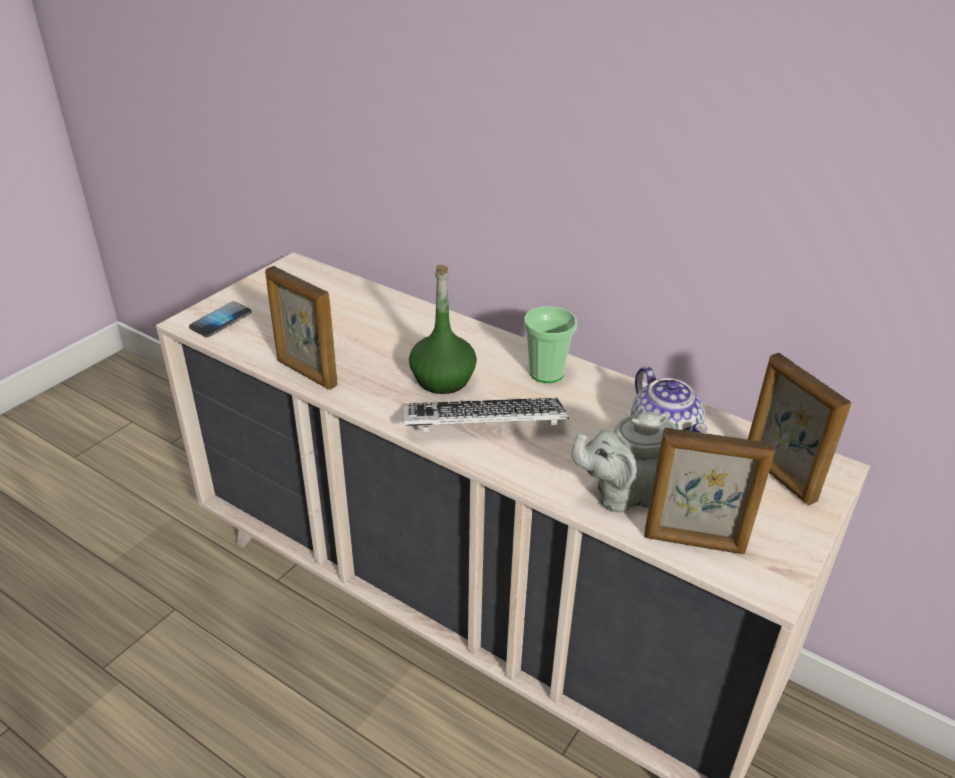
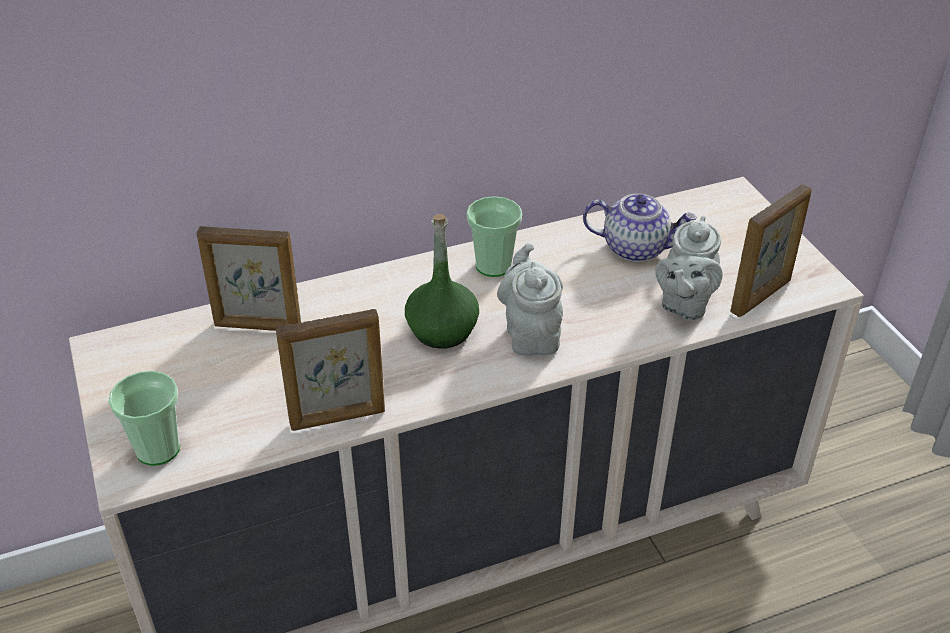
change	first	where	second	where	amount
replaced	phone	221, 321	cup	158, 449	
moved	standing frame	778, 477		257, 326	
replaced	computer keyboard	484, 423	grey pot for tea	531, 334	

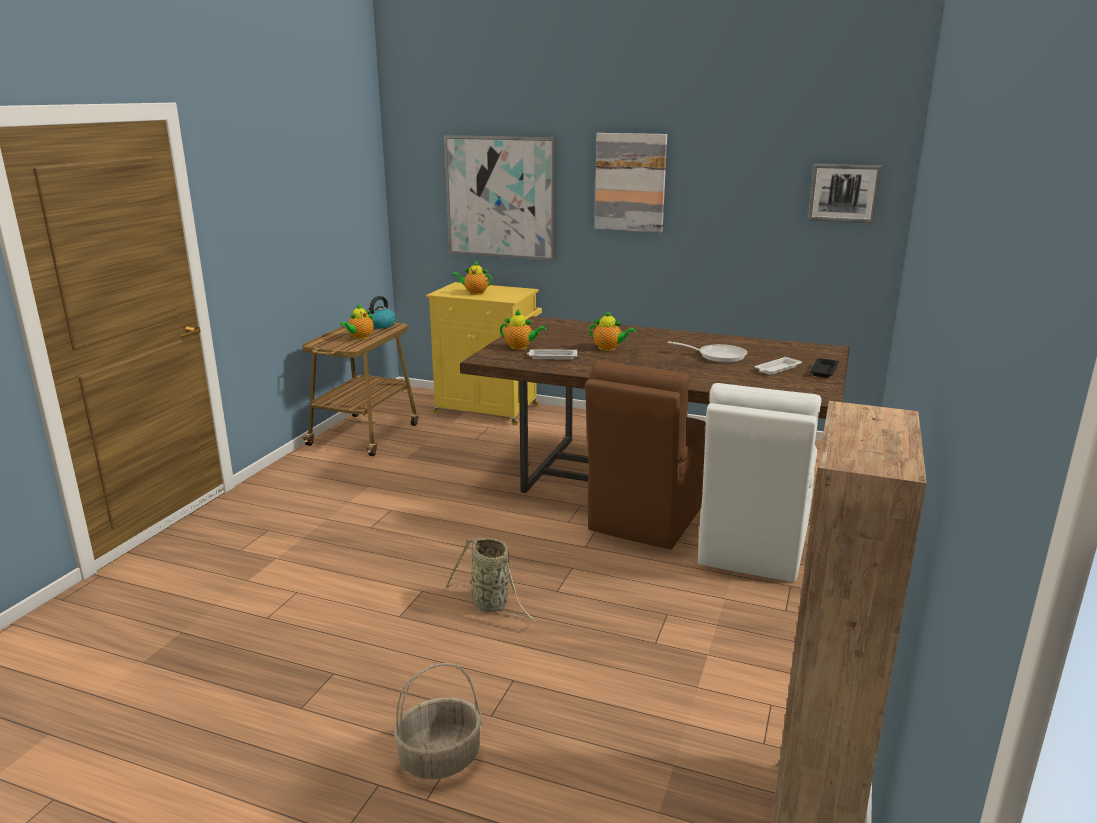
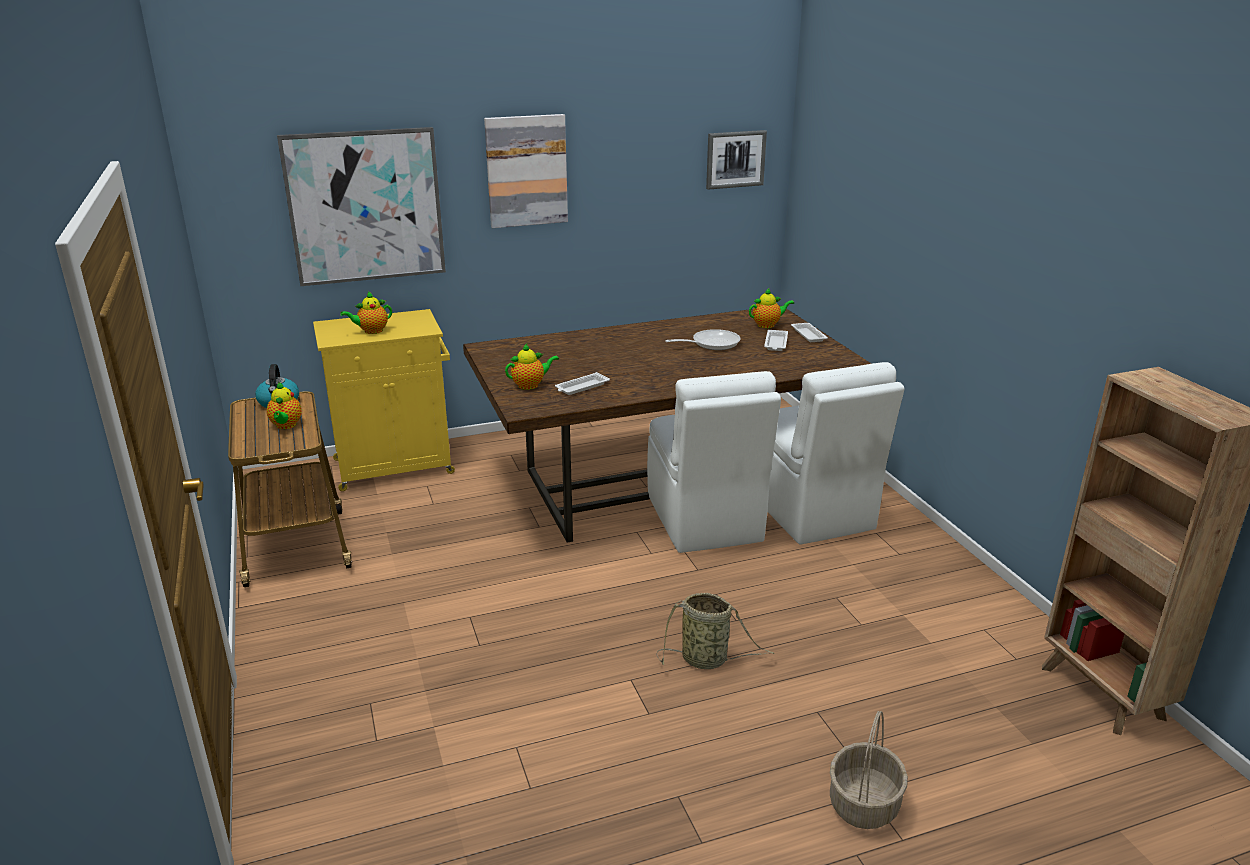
change	first	where	second	where	amount
recoloured	brown-coloured upright chair	646, 517	white-coloured upright chair	704, 520	
moved	pot for tea	609, 348		768, 325	
recoloured	blackish tray	824, 370	white-coloured tray	808, 335	

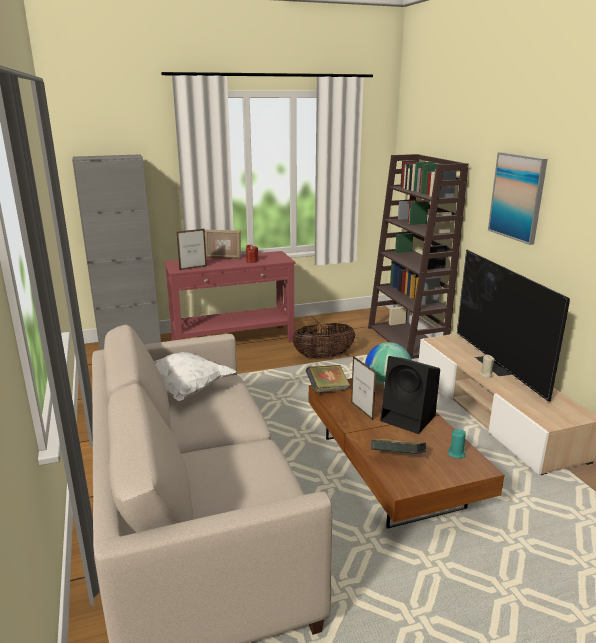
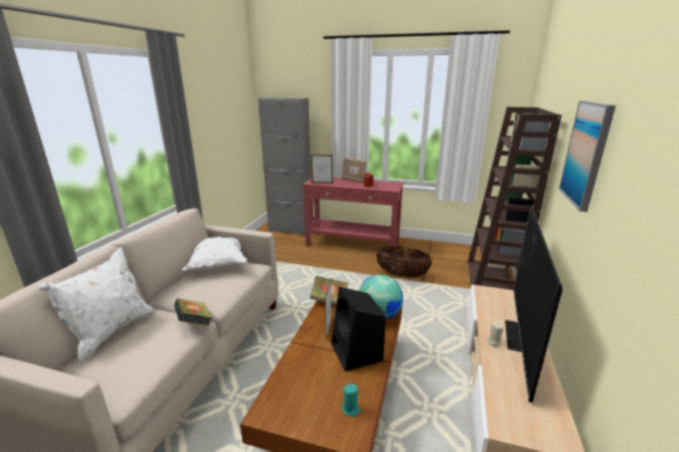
change	first	where	second	where	amount
added			white-coloured pillow	112, 332	
moved	book	397, 459		194, 323	

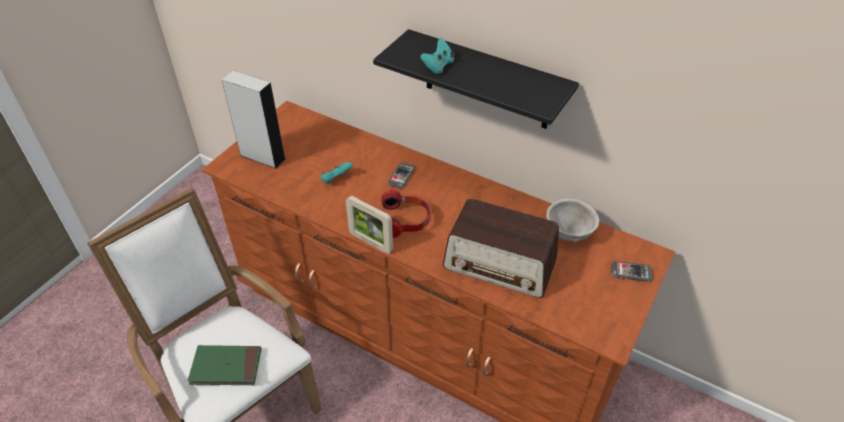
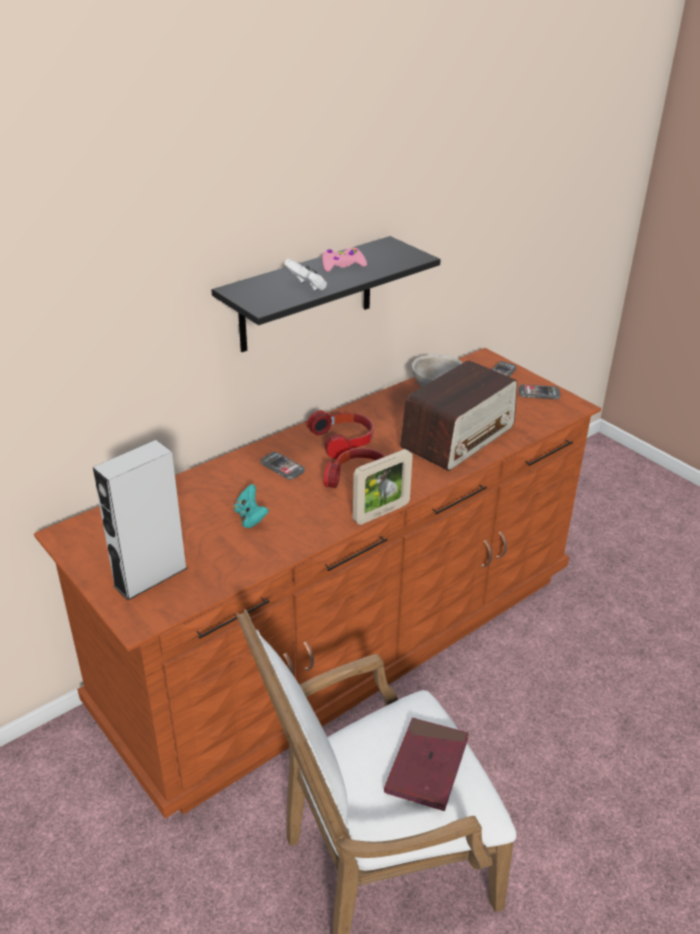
change	first	where	second	where	amount
recoloured	blue-green game controller	438, 66	white-coloured game controller	307, 287	
added			pair of headphones	344, 441	
added			pink-coloured game controller	342, 265	
recoloured	green-coloured book	226, 367	red-coloured book	427, 766	
added			phone	539, 393	

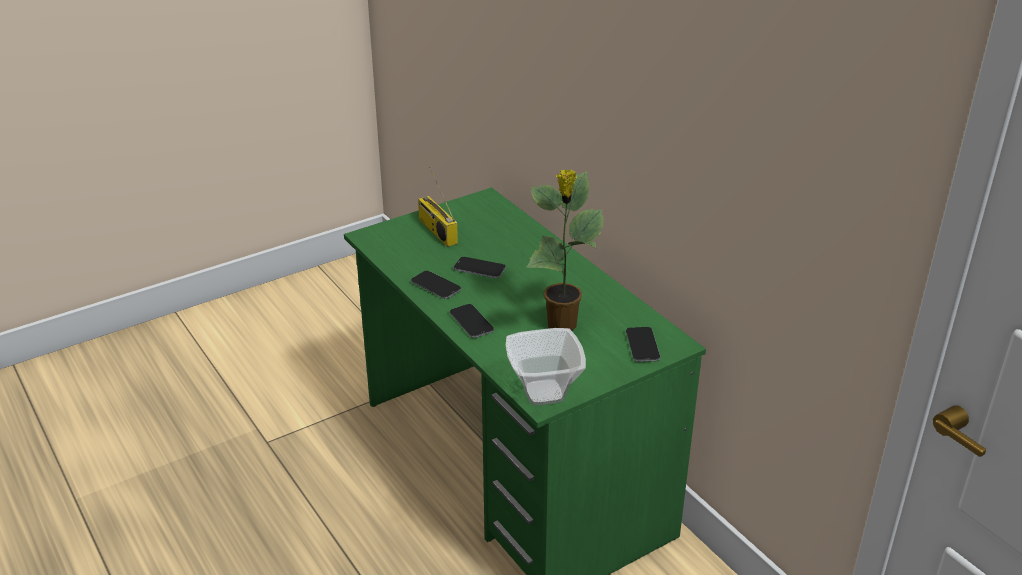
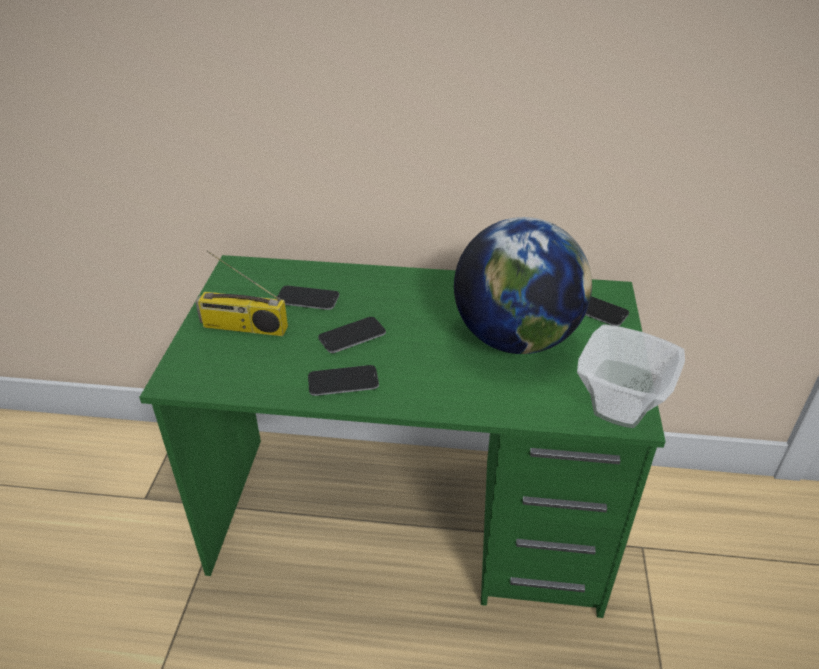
change	first	where	second	where	amount
moved	phone	471, 322		307, 299	
replaced	potted plant	562, 326	desk globe	515, 338	

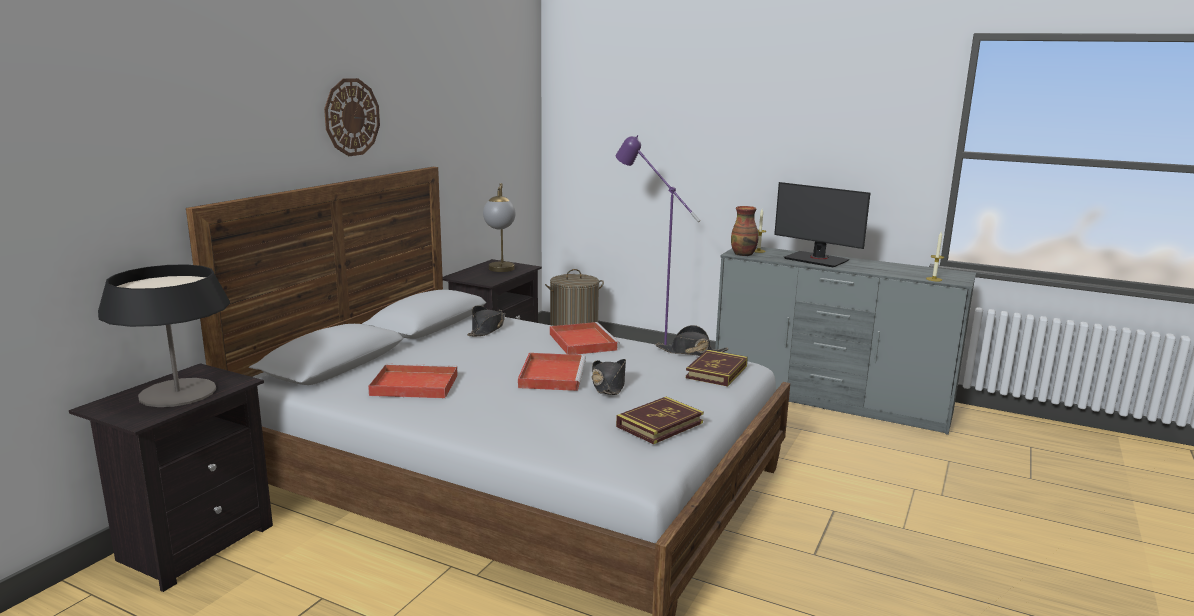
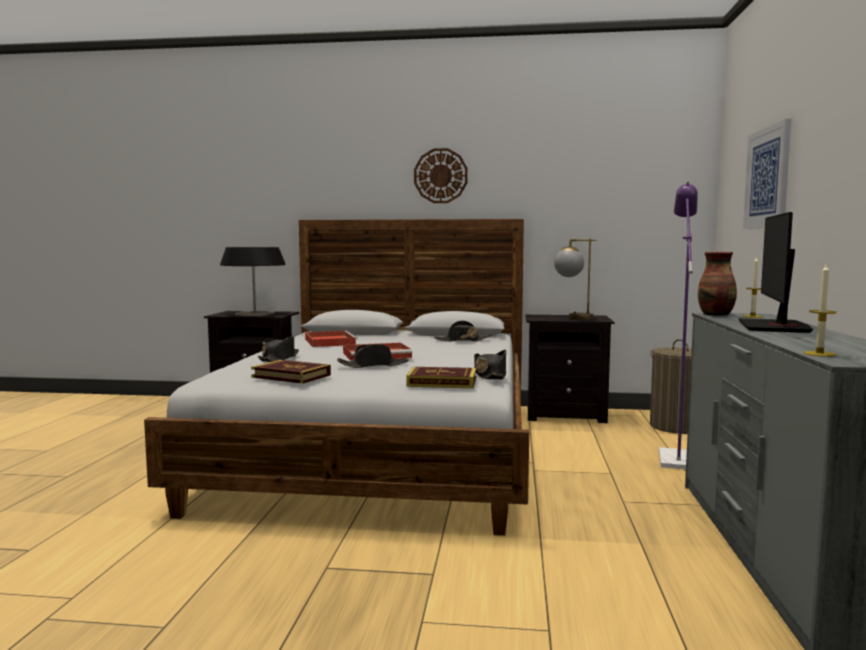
change	first	where	second	where	amount
added			blackish clothing hat	279, 359	
added			picture	767, 178	
removed	red-coloured tray	582, 341			

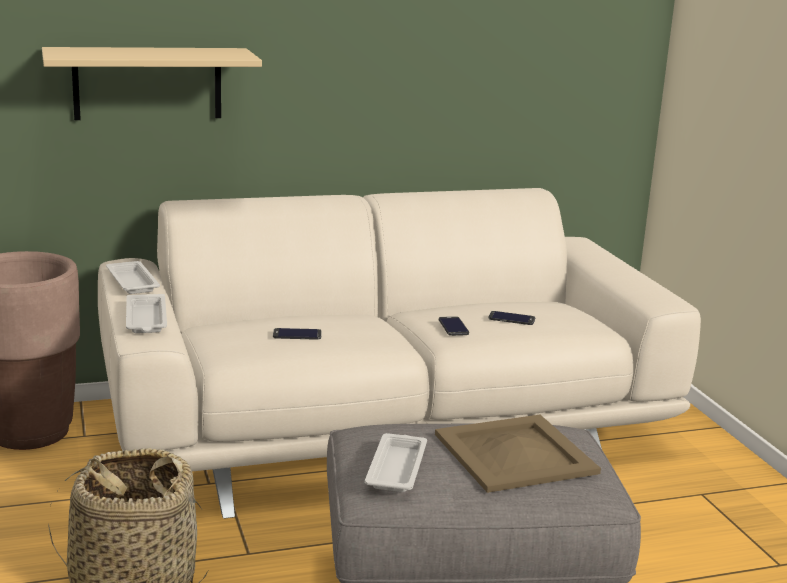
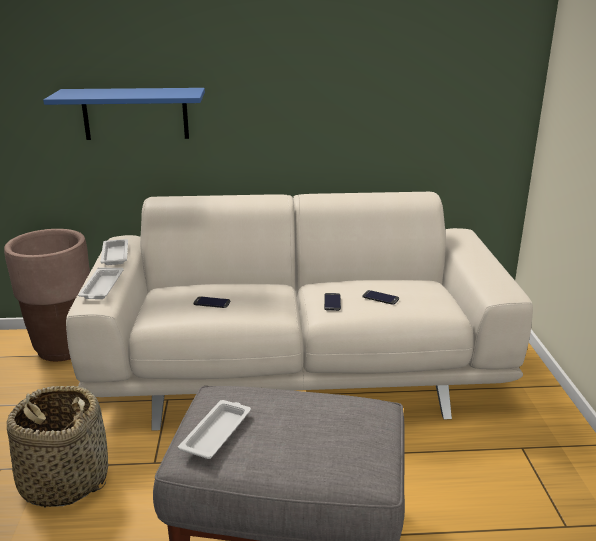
change	first	where	second	where	amount
recoloured	sand-coloured shelf	147, 83	bluish shelf	135, 114	
removed	sand-coloured tray	514, 454			

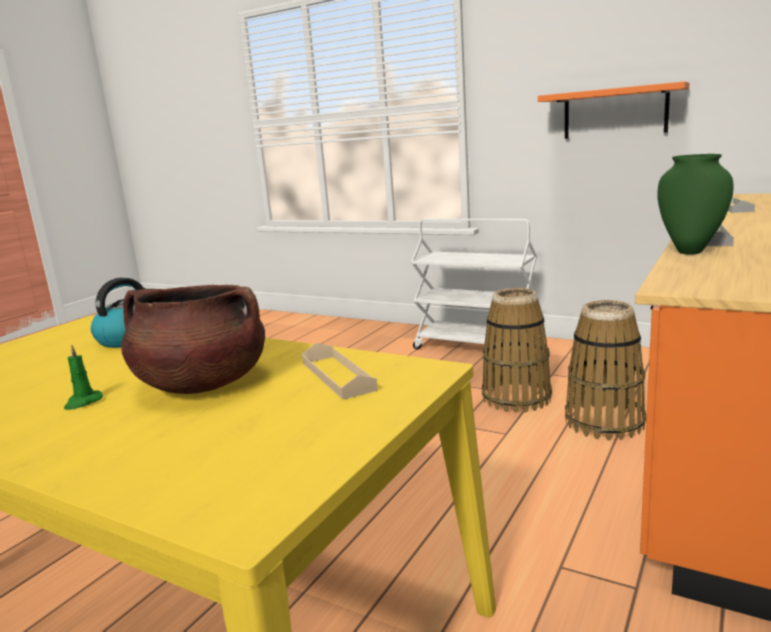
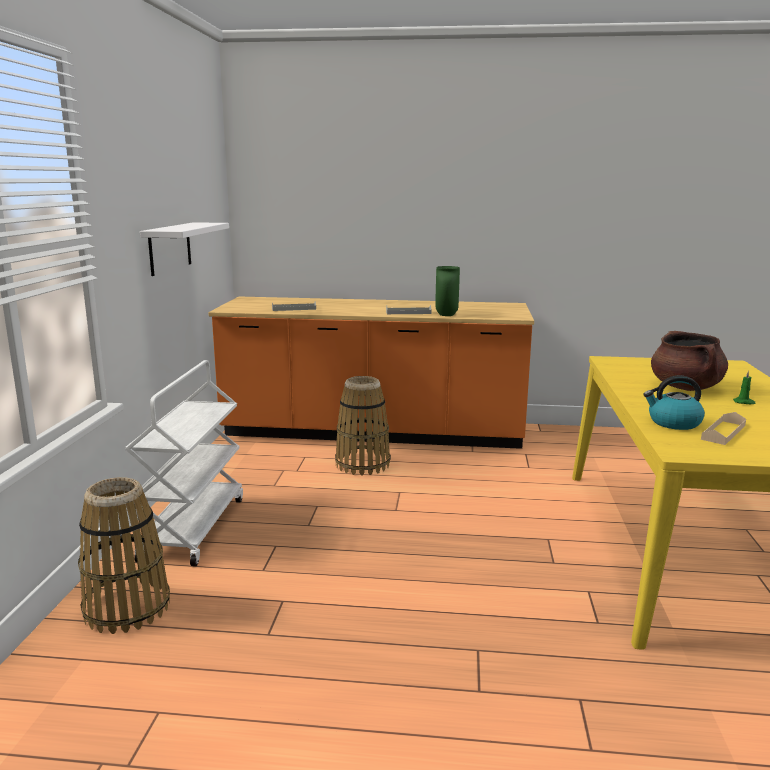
change	first	where	second	where	amount
moved	basket	516, 398		127, 608	
recoloured	orange shelf	615, 112	white-coloured shelf	170, 248	
moved	sand-coloured tray	337, 376		723, 432	

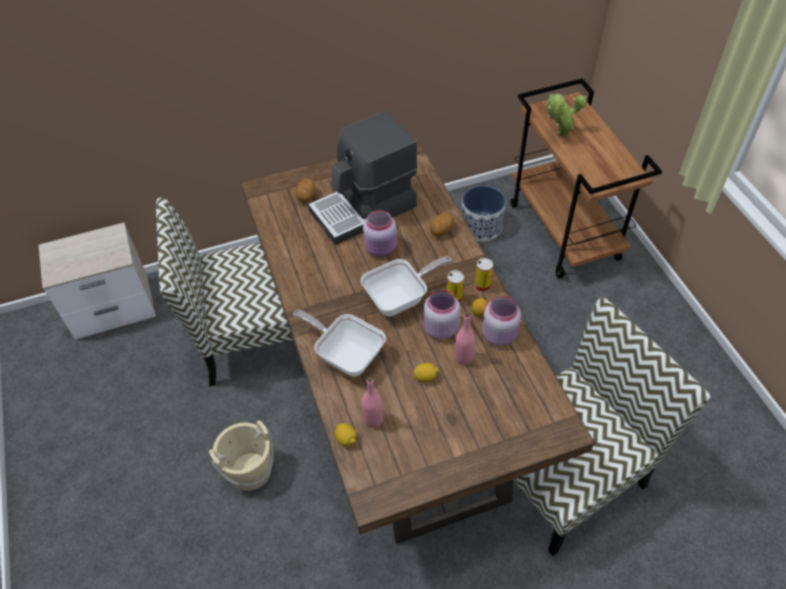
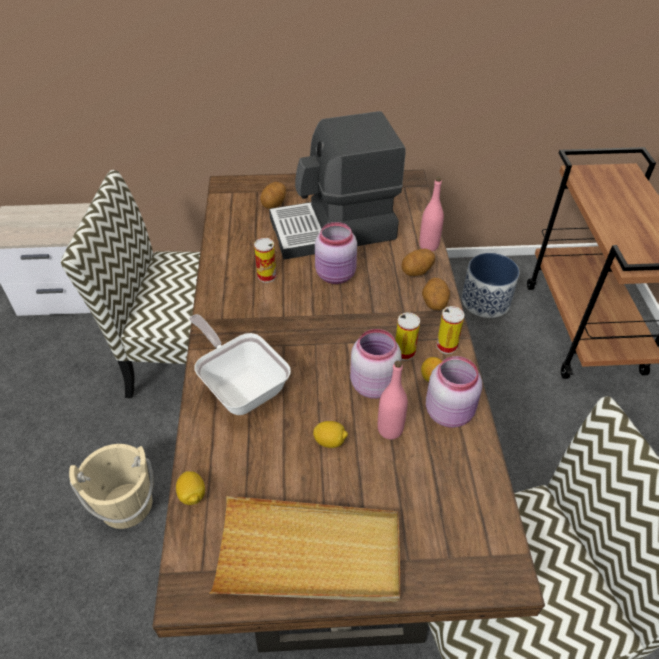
change	first	where	second	where	amount
added			sand-coloured tray	309, 554	
added			sealed can	267, 276	
moved	pink-coloured beverage bottle	373, 420		428, 246	
added			potato	434, 304	
removed	frying pan	401, 298			
removed	potted plant	559, 135			

